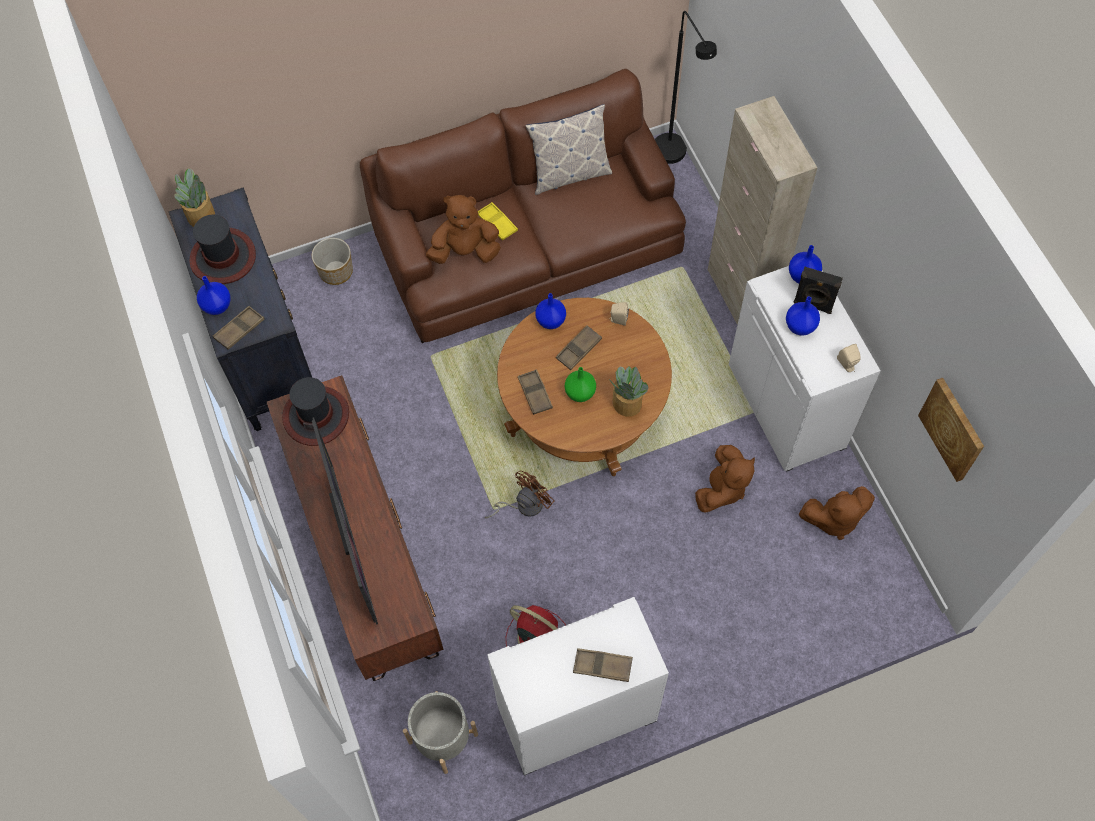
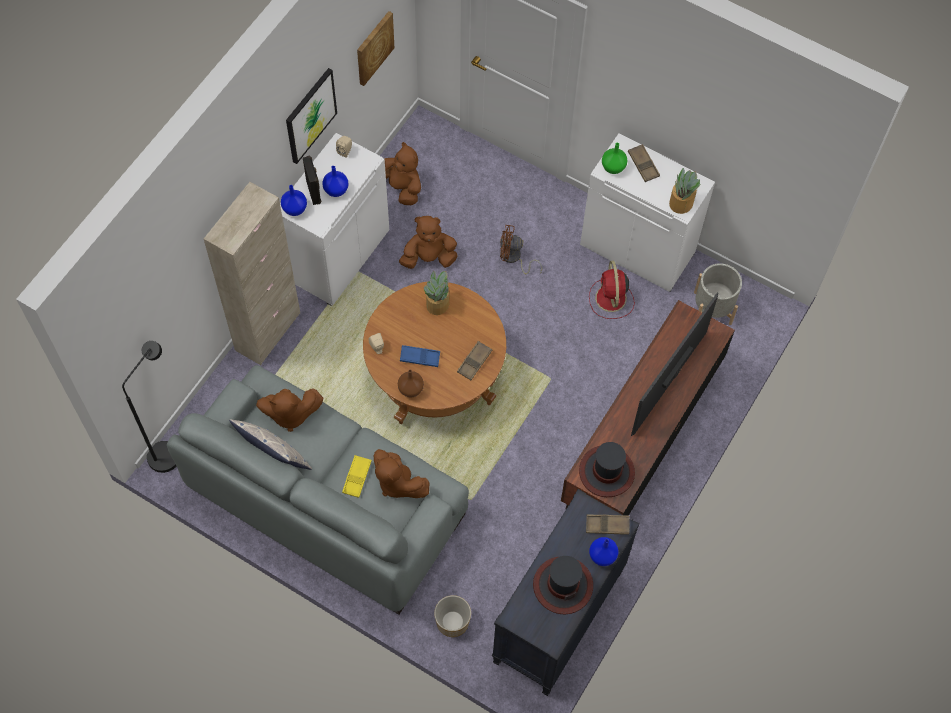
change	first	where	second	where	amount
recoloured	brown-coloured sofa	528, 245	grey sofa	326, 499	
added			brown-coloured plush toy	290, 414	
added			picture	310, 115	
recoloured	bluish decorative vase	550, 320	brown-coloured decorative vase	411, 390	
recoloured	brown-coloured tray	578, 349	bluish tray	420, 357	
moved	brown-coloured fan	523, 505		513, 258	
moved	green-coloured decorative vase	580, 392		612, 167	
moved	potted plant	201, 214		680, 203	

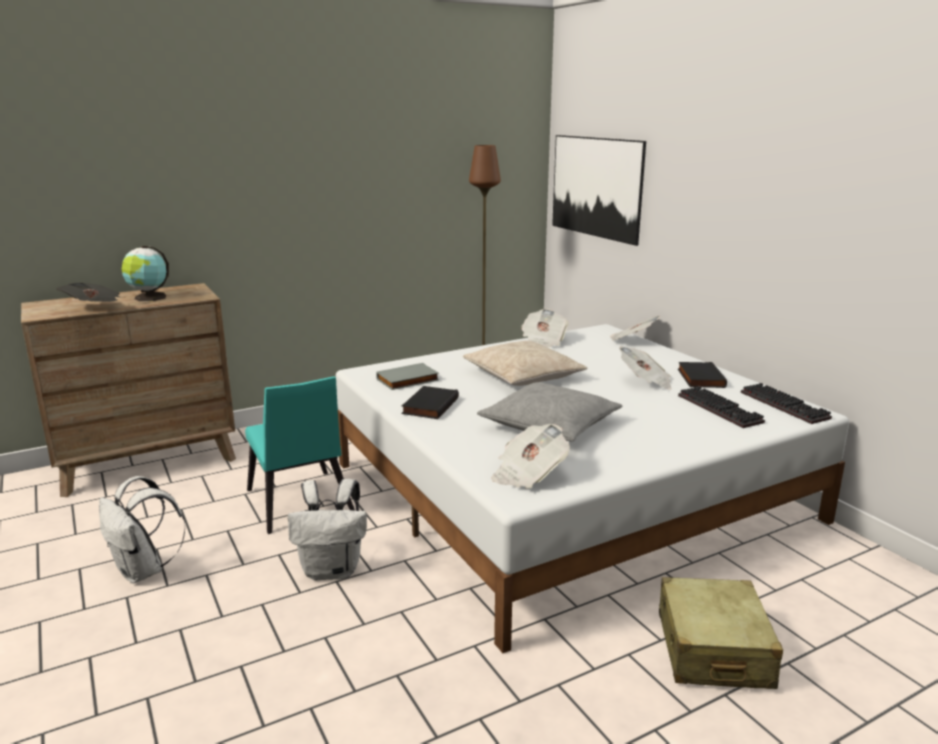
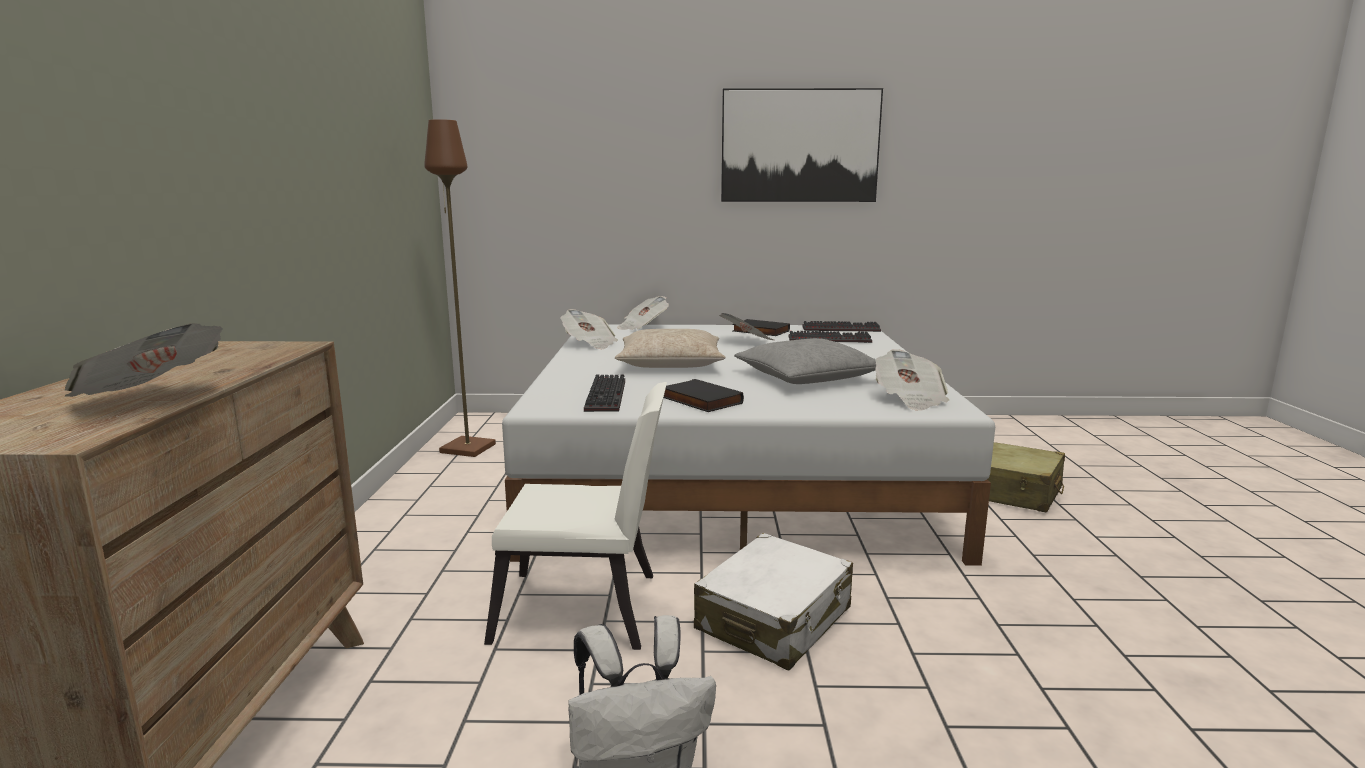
change	first	where	second	where	amount
recoloured	blue-green upright chair	299, 505	white-coloured upright chair	587, 611	
replaced	grey book	408, 380	computer keyboard	608, 396	
replaced	white-coloured backpack	333, 570	white-coloured piece of luggage	774, 619	
moved	picture	595, 187		800, 146	
removed	desk globe	149, 298			

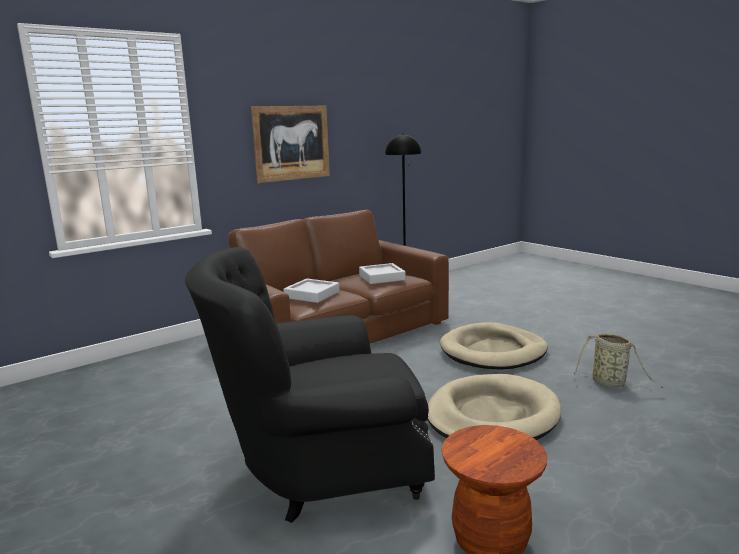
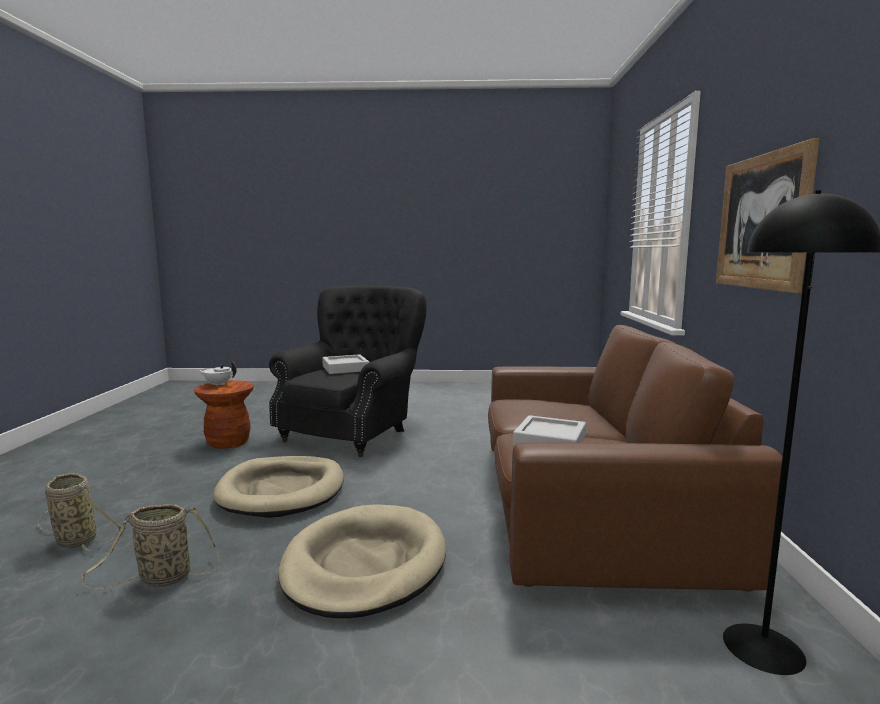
change	first	where	second	where	amount
added			basket	74, 540	
added			white-coloured pot for tea	218, 384	
moved	grey tray	312, 295		345, 368	

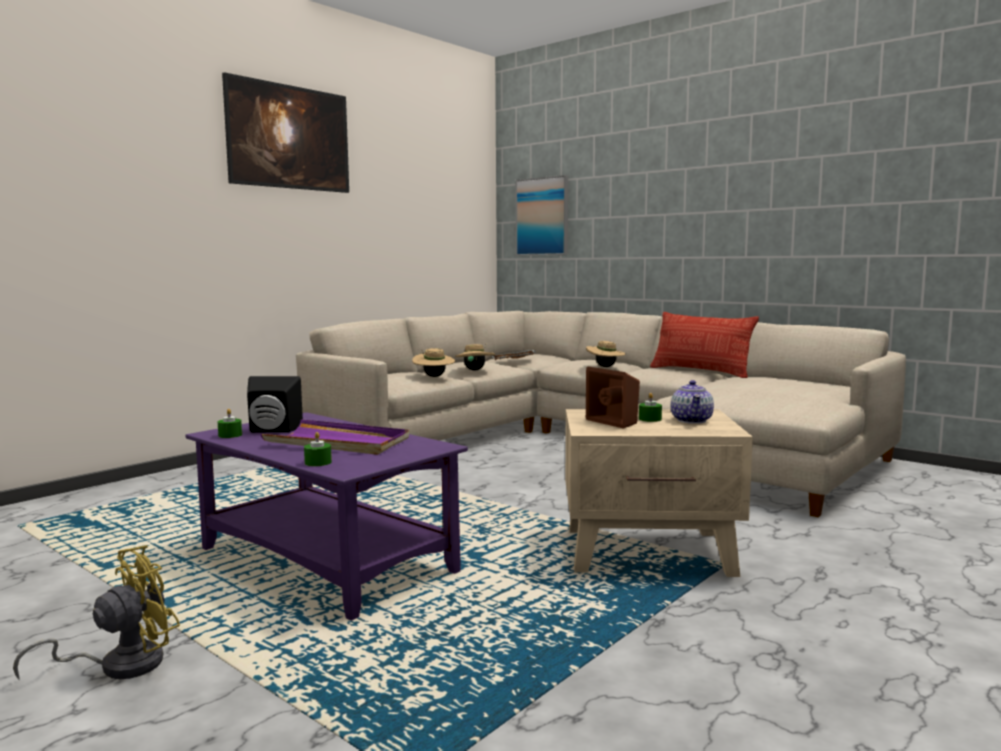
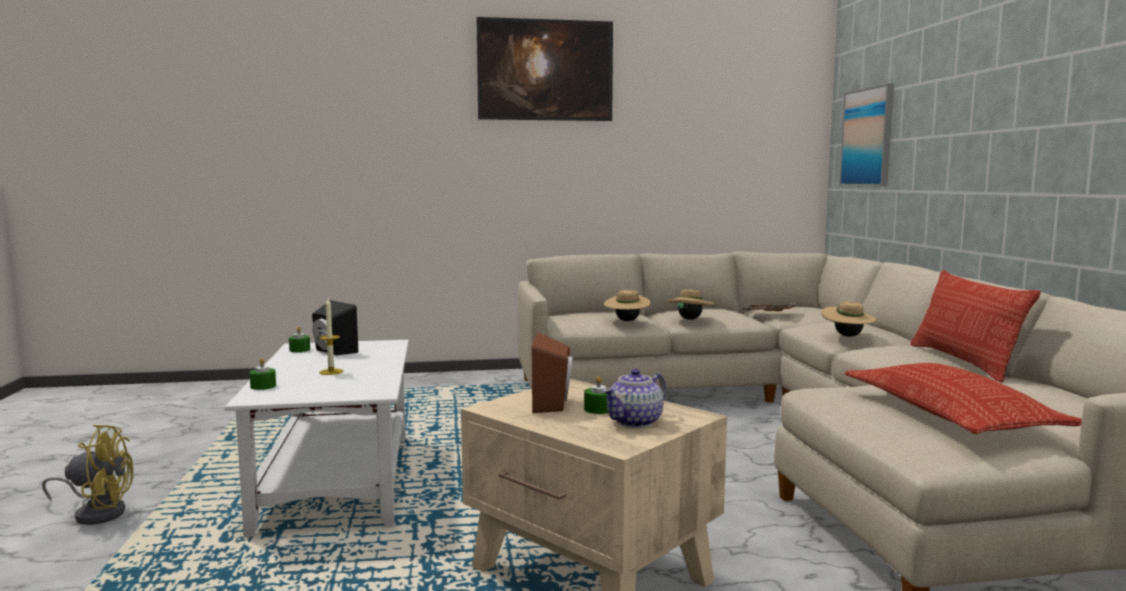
change	first	where	second	where	amount
recoloured	purplish lounge table	328, 561	white-coloured lounge table	338, 481	
replaced	purplish tray	337, 442	candle	331, 372	
added			pillow	950, 413	

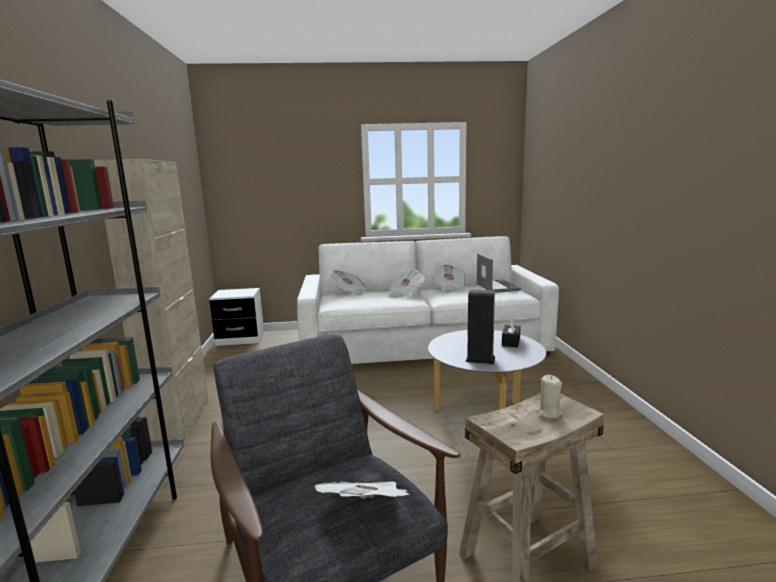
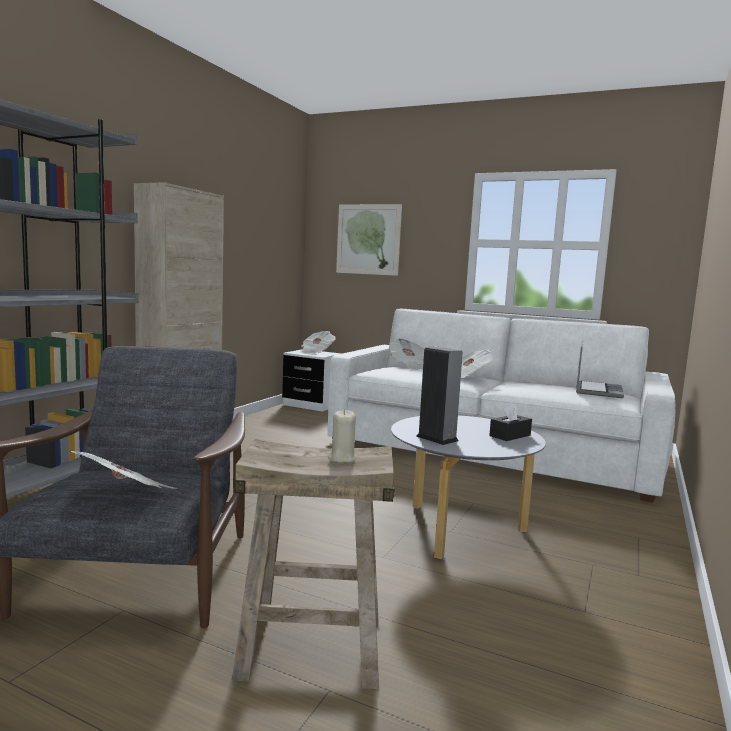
change	first	where	second	where	amount
moved	daily paper	449, 288		316, 352	
added			picture	368, 239	

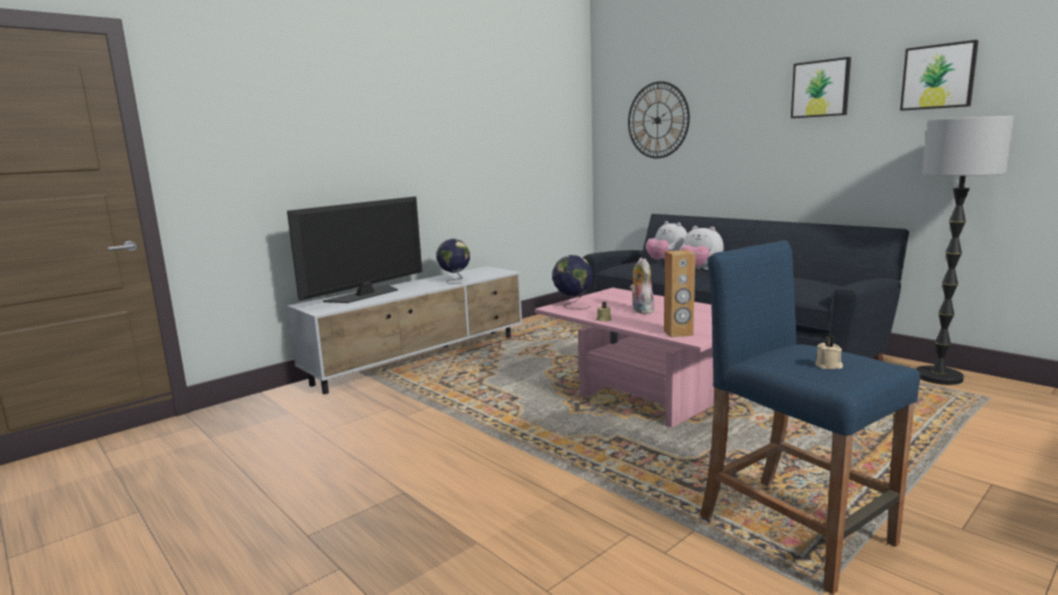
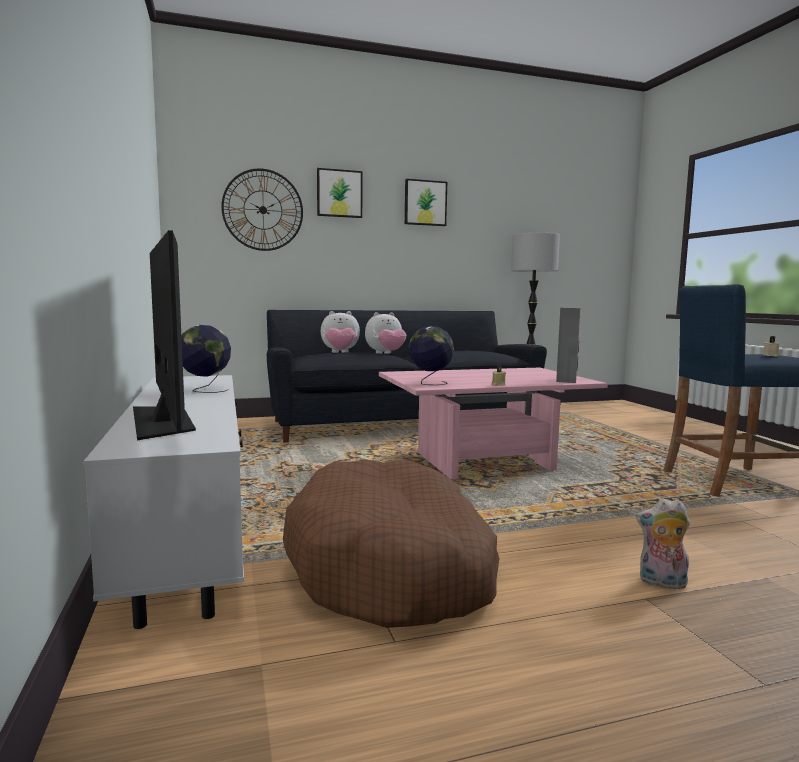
change	first	where	second	where	amount
added			brown-coloured dog bed	393, 566	
moved	picture	938, 77		339, 193	
recoloured	brown-coloured speaker	678, 333	grey speaker	566, 381	
moved	plush toy	640, 310		661, 583	

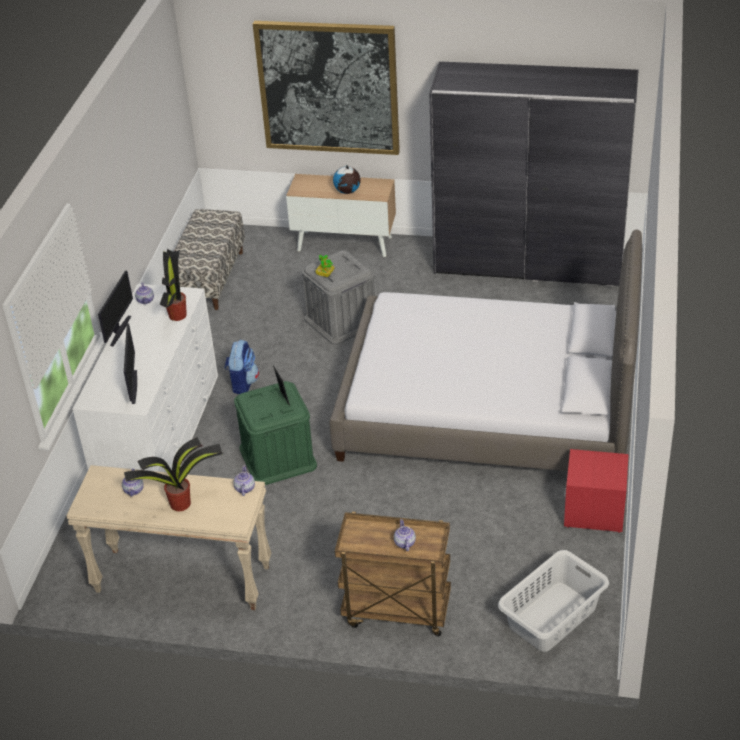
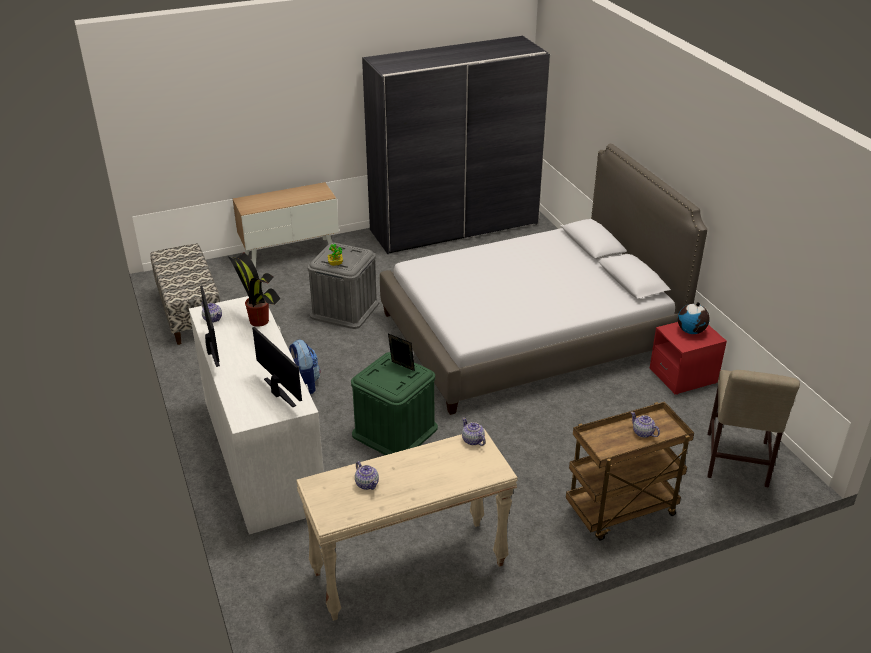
change	first	where	second	where	amount
moved	desk globe	347, 191		691, 331	
replaced	grey laundry basket	551, 616	sand-coloured upright chair	736, 462	
removed	potted plant	181, 503			
removed	picture	328, 87			

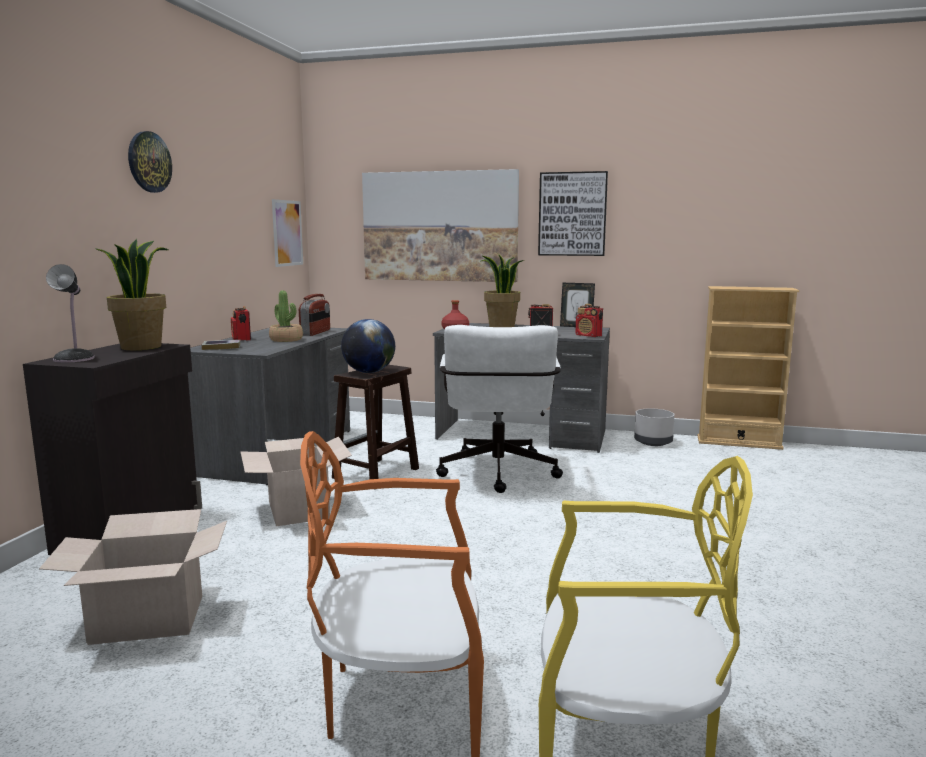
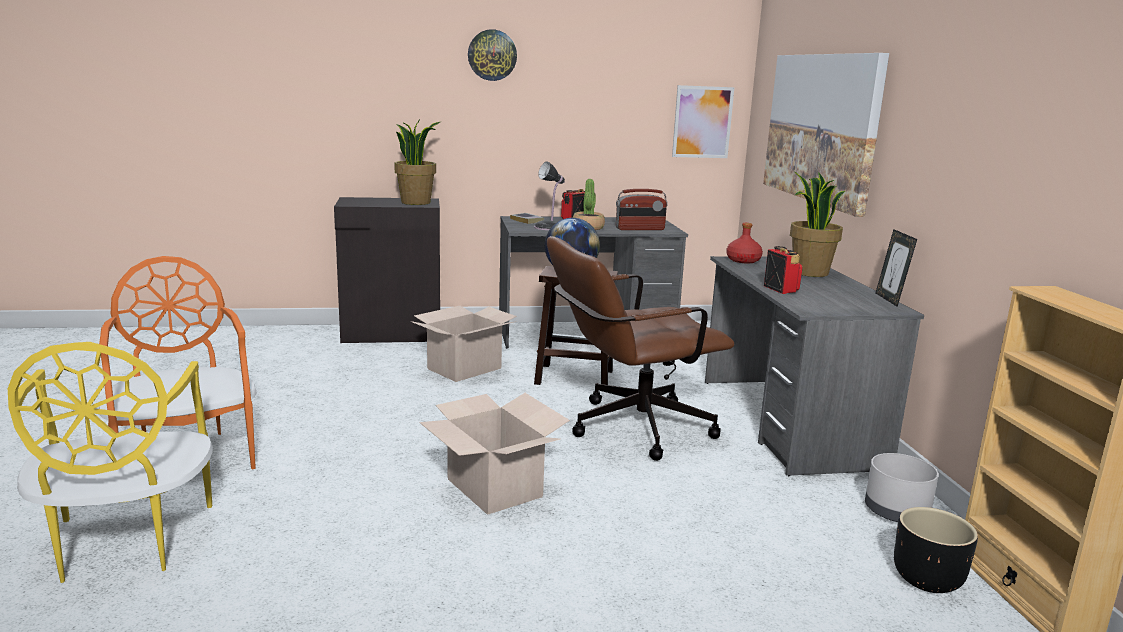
change	first	where	second	where	amount
moved	cardboard box	148, 619		495, 488	
moved	tabletop lamp	75, 358		548, 227	
recoloured	white-coloured office chair	498, 475	brown-coloured office chair	629, 429	
added			blackish plant pot	928, 580	
removed	picture	572, 214			
removed	radio	588, 336			

